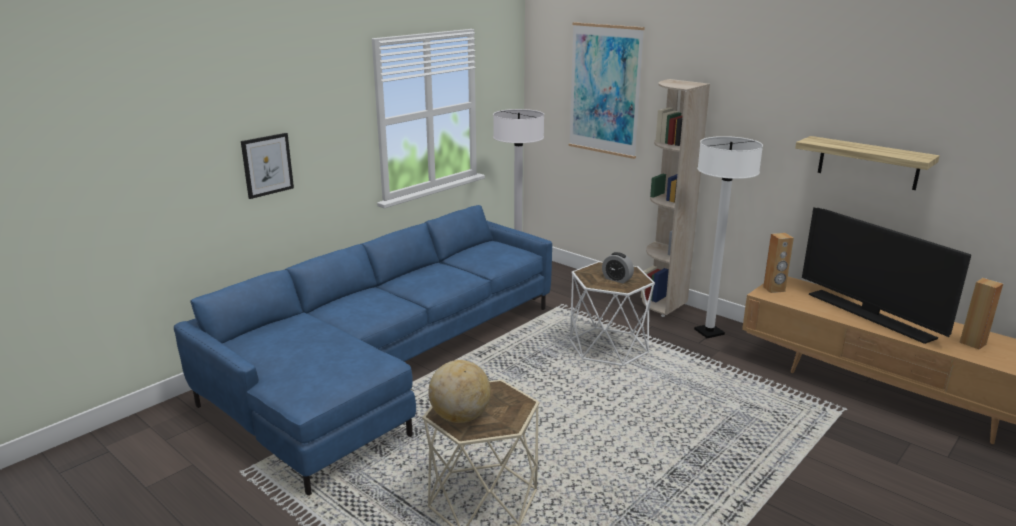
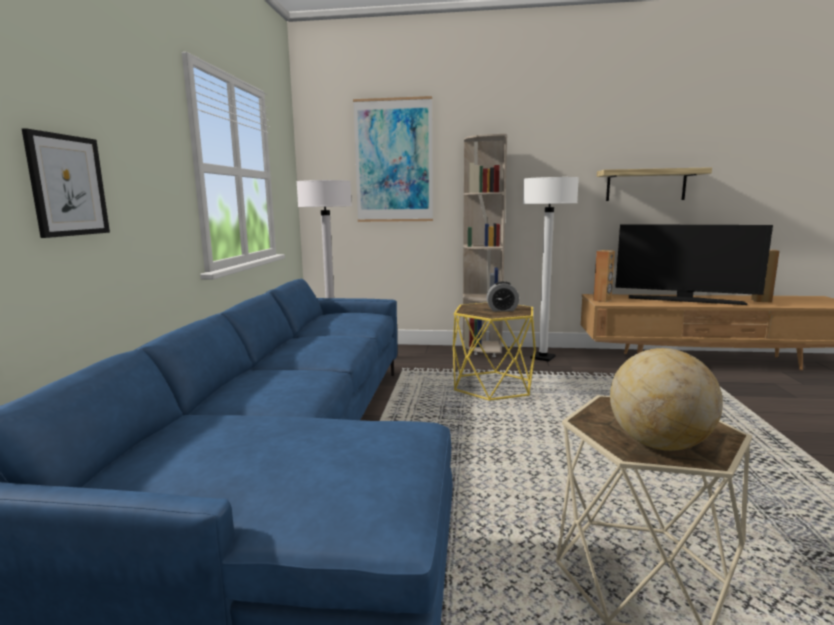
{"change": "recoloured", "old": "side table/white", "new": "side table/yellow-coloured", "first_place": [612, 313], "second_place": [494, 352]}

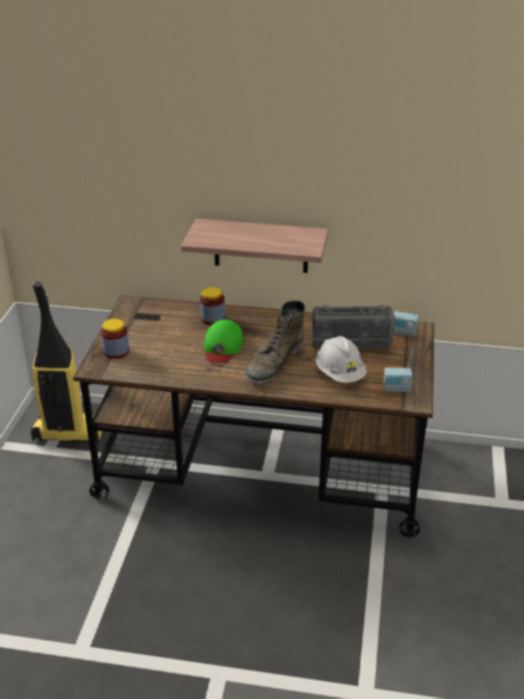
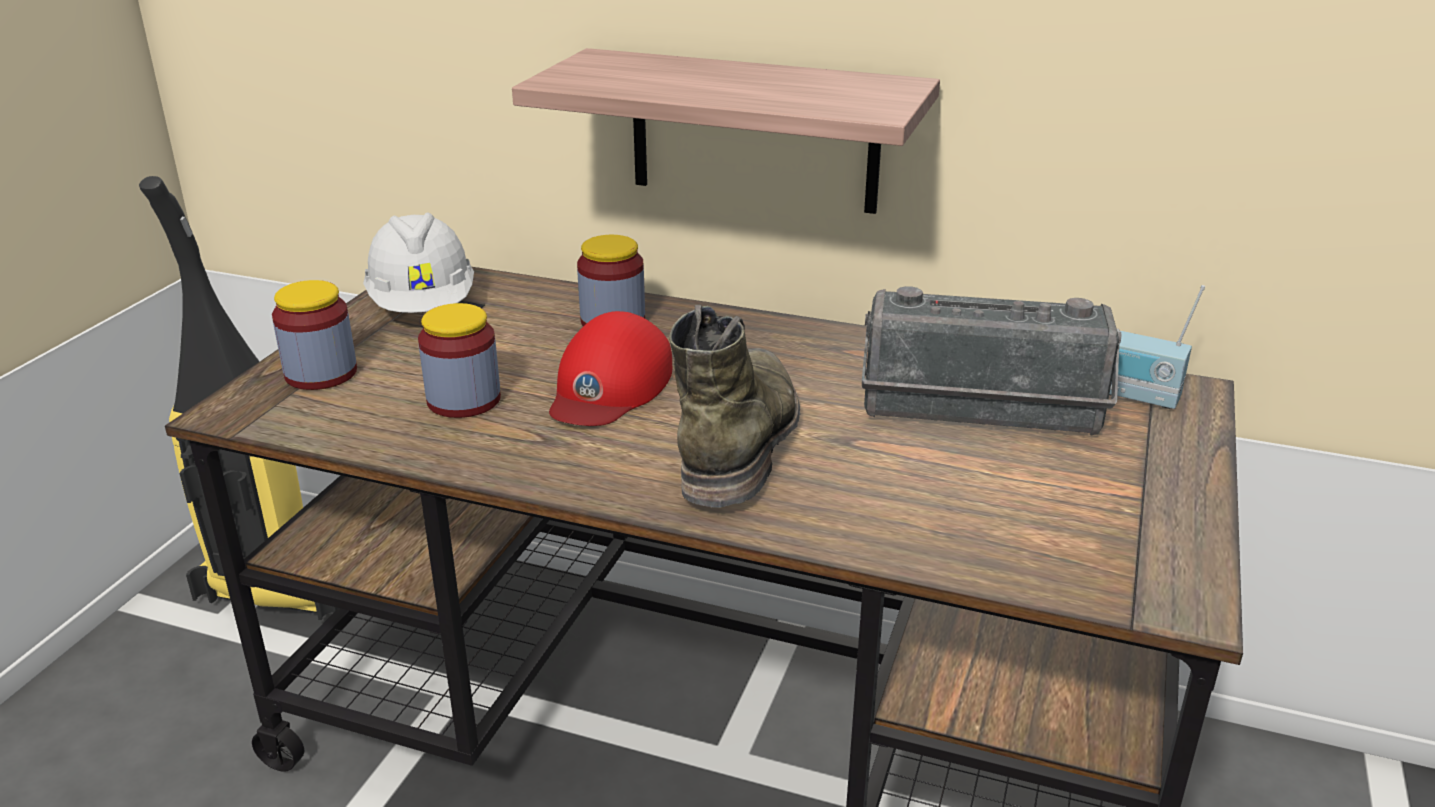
{"change": "moved", "old": "hard hat/white", "first_place": [341, 359], "second_place": [418, 262]}
{"change": "added", "new": "preserve jar", "second_place": [459, 360]}
{"change": "recoloured", "old": "peaked cap/green", "new": "peaked cap/reddish", "first_place": [223, 341], "second_place": [610, 368]}
{"change": "turned", "old": "boot/green", "first_place": [275, 342], "second_place": [734, 406], "degrees": 150}
{"change": "removed", "old": "radio set", "first_place": [398, 370]}

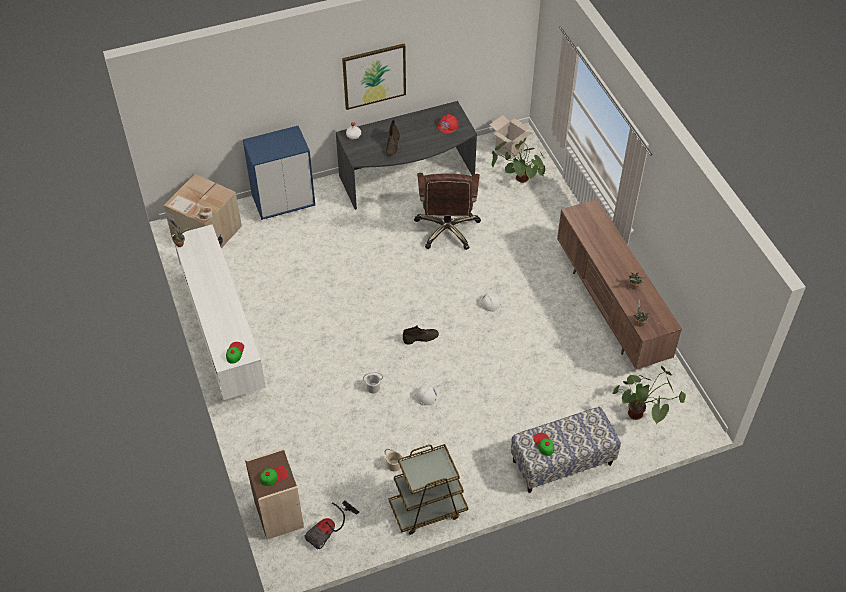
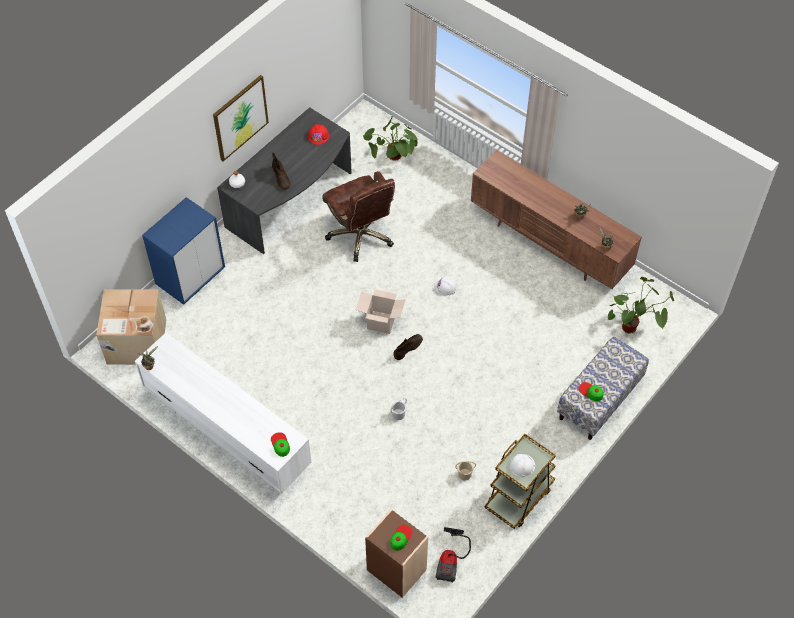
{"change": "moved", "old": "carton", "first_place": [511, 137], "second_place": [380, 311]}
{"change": "moved", "old": "hard hat/white", "first_place": [427, 395], "second_place": [522, 466]}

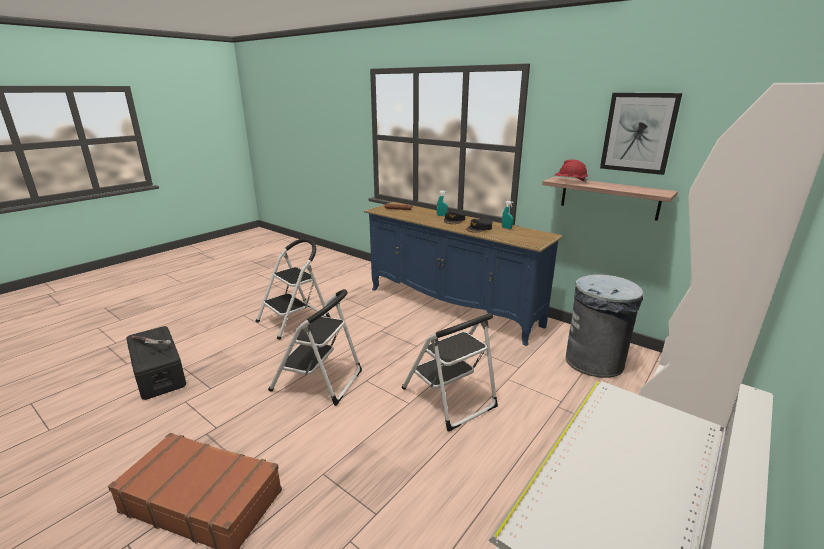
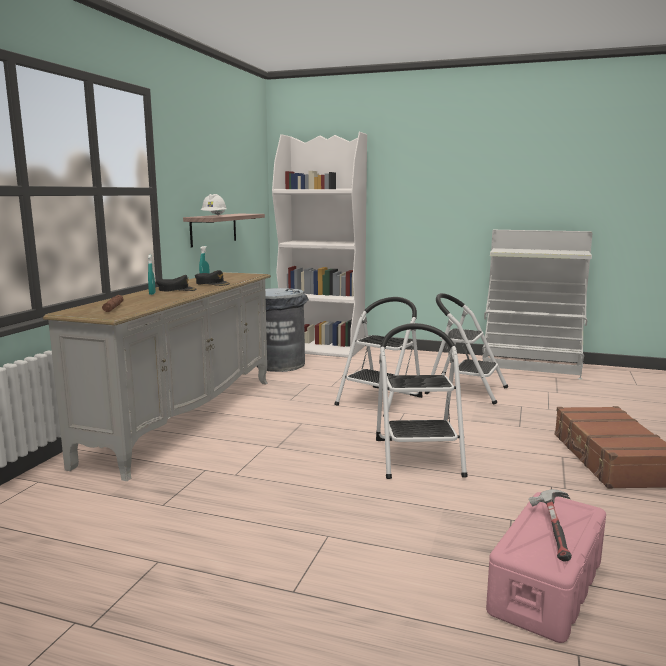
{"change": "recoloured", "old": "cabinet/bluish", "new": "cabinet/grey", "first_place": [463, 274], "second_place": [157, 376]}
{"change": "recoloured", "old": "hard hat/reddish", "new": "hard hat/white", "first_place": [571, 171], "second_place": [214, 205]}
{"change": "moved", "old": "step stool", "first_place": [293, 288], "second_place": [466, 348]}
{"change": "recoloured", "old": "storage container/blackish", "new": "storage container/pink", "first_place": [156, 363], "second_place": [546, 567]}
{"change": "removed", "old": "picture", "first_place": [641, 134]}

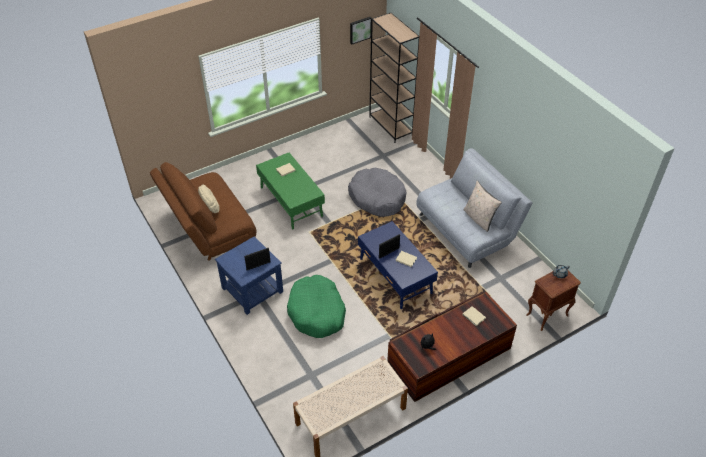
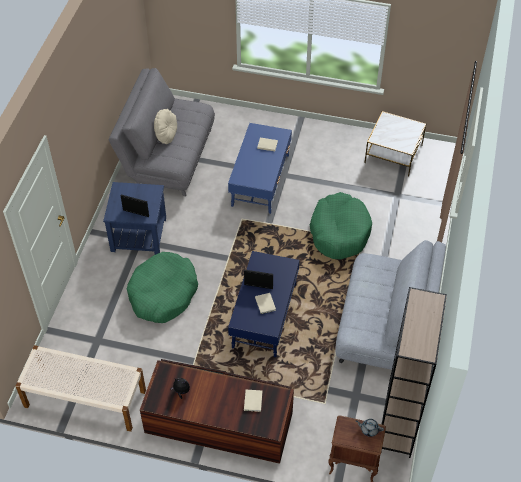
{"change": "recoloured", "old": "sofa/brown-coloured", "new": "sofa/grey", "first_place": [203, 211], "second_place": [162, 132]}
{"change": "recoloured", "old": "low table/green", "new": "low table/bluish", "first_place": [290, 191], "second_place": [260, 168]}
{"change": "recoloured", "old": "dog bed/grey", "new": "dog bed/green", "first_place": [377, 192], "second_place": [340, 225]}
{"change": "added", "new": "side table", "second_place": [395, 143]}
{"change": "moved", "old": "shelving unit/beige", "first_place": [394, 78], "second_place": [414, 372]}
{"change": "removed", "old": "picture", "first_place": [361, 30]}
{"change": "removed", "old": "throw pillow/beige", "first_place": [482, 206]}

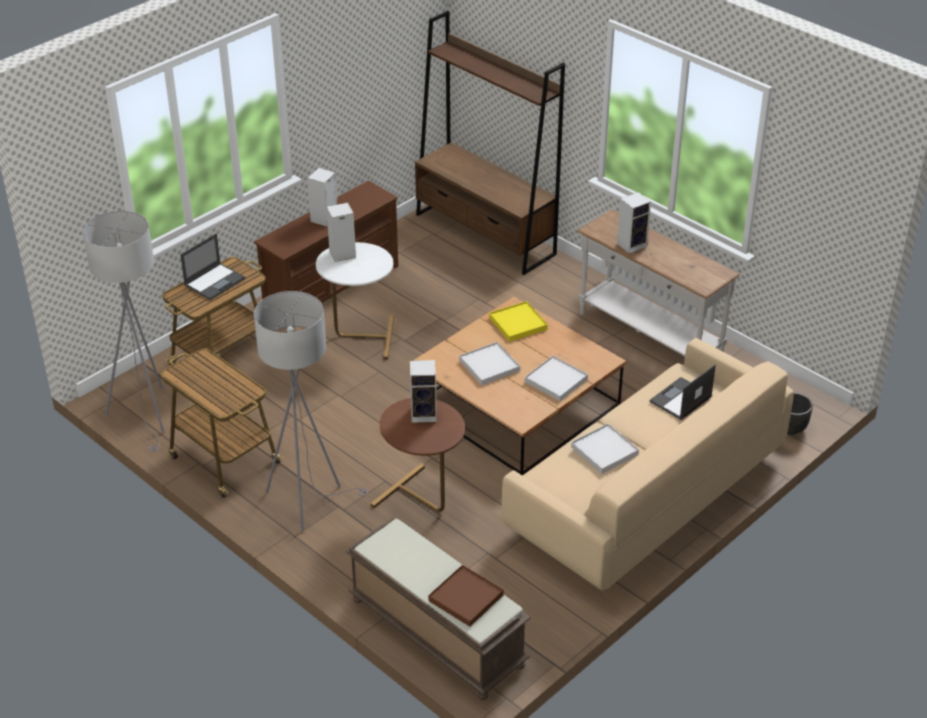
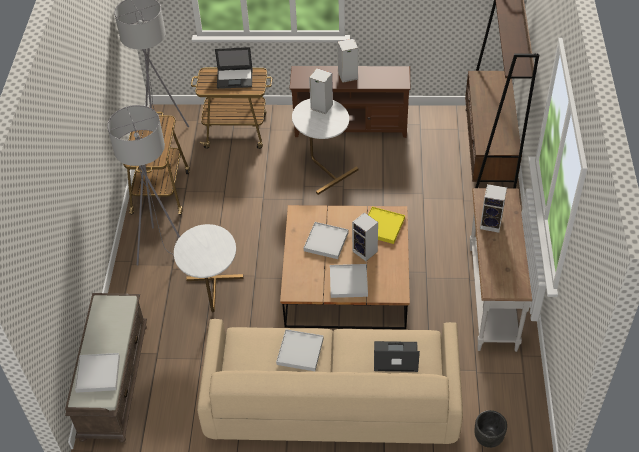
{"change": "recoloured", "old": "tray/brown-coloured", "new": "tray/white", "first_place": [466, 596], "second_place": [97, 373]}
{"change": "recoloured", "old": "side table/brown-coloured", "new": "side table/white", "first_place": [418, 455], "second_place": [208, 268]}
{"change": "moved", "old": "speaker", "first_place": [423, 391], "second_place": [365, 236]}

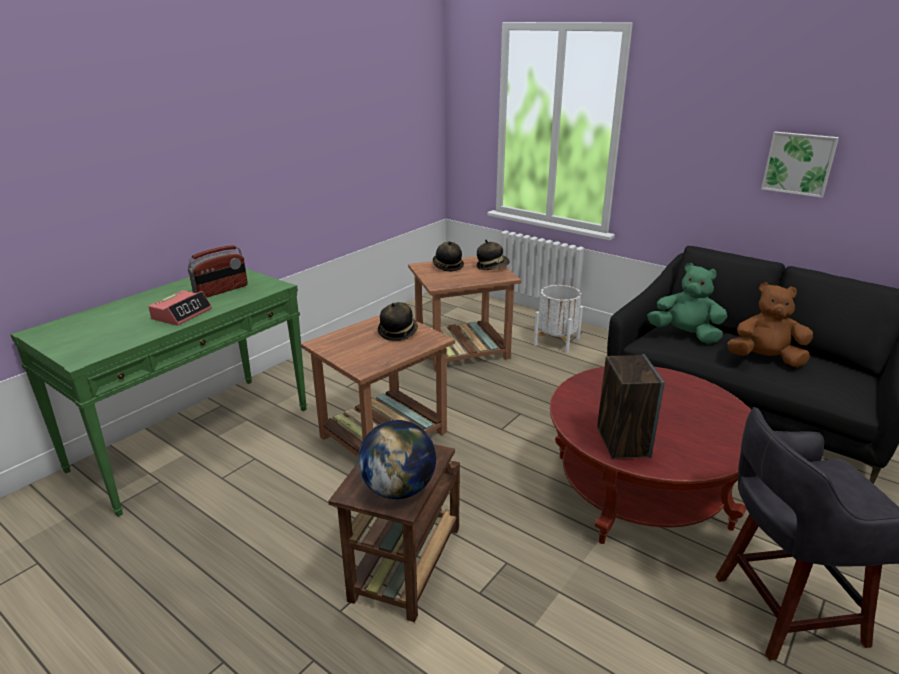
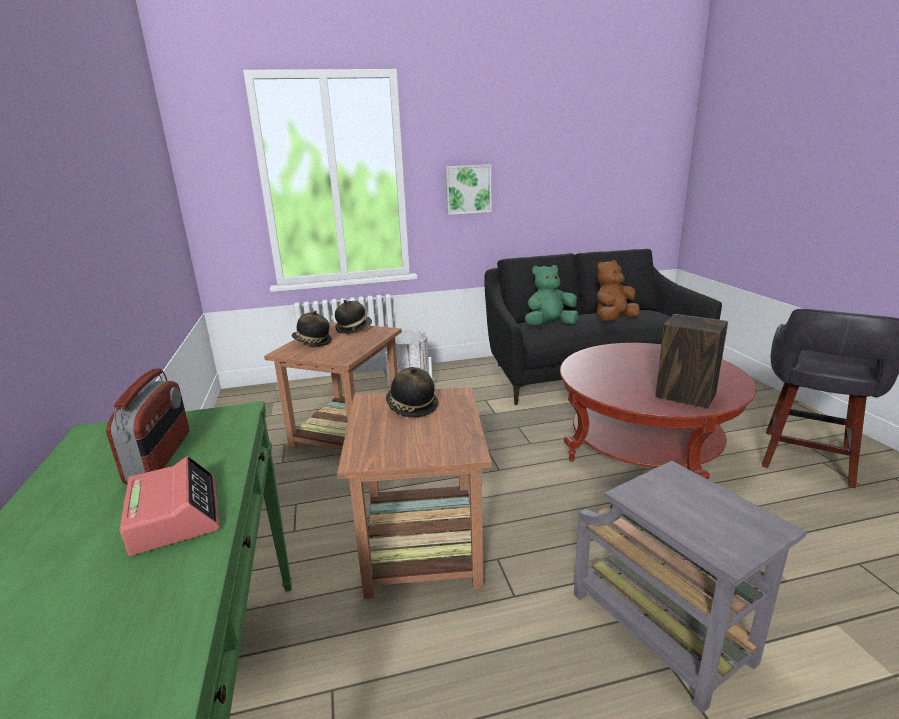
{"change": "moved", "old": "picture", "first_place": [800, 165], "second_place": [468, 189]}
{"change": "recoloured", "old": "side table/brown-coloured", "new": "side table/grey", "first_place": [394, 533], "second_place": [690, 587]}
{"change": "removed", "old": "globe", "first_place": [397, 459]}

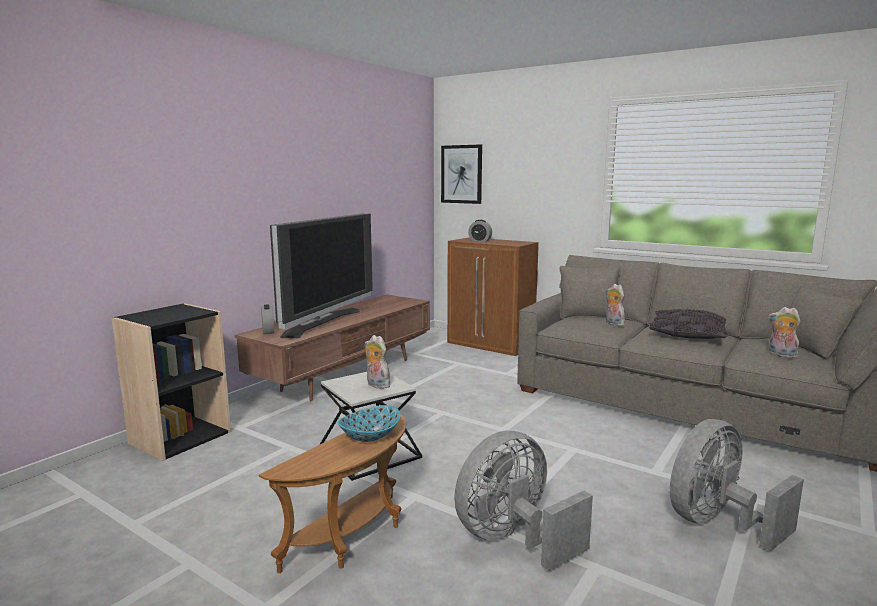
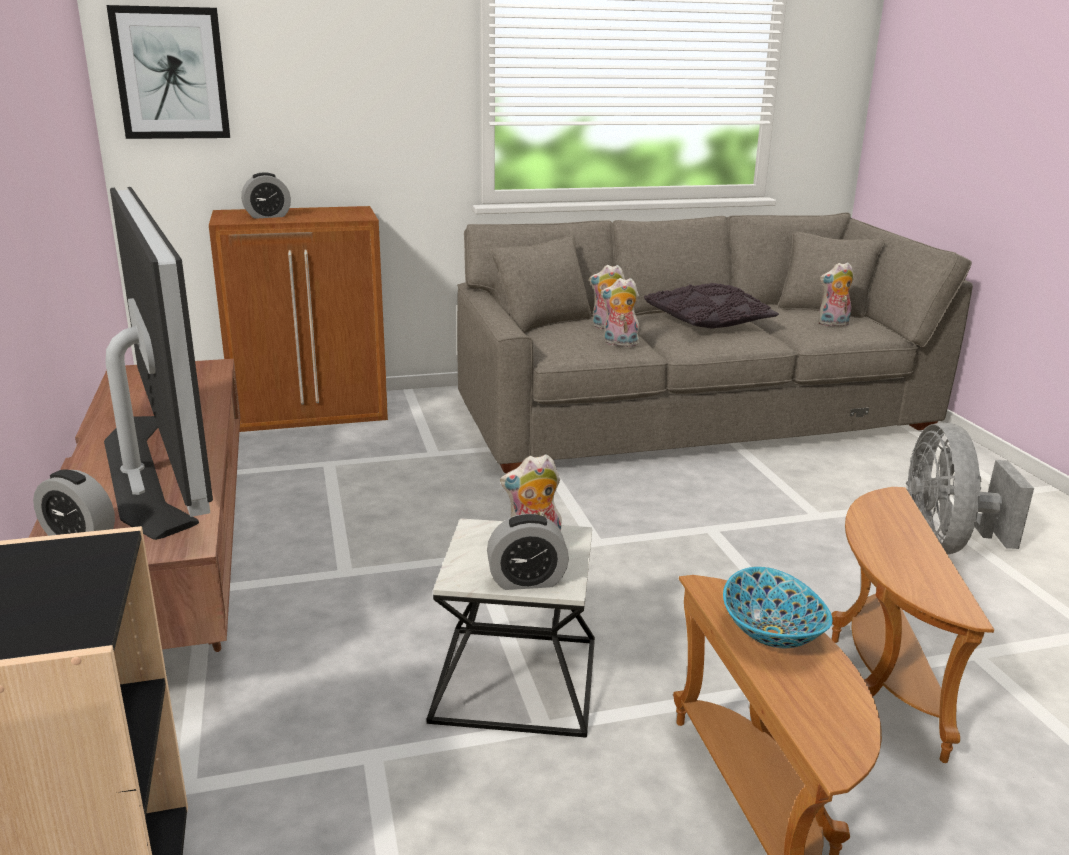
{"change": "added", "new": "alarm clock", "second_place": [528, 552]}
{"change": "added", "new": "plush toy", "second_place": [619, 312]}
{"change": "replaced", "old": "cooling fan/grey", "new": "side table/brown-coloured", "first_place": [523, 501], "second_place": [912, 625]}

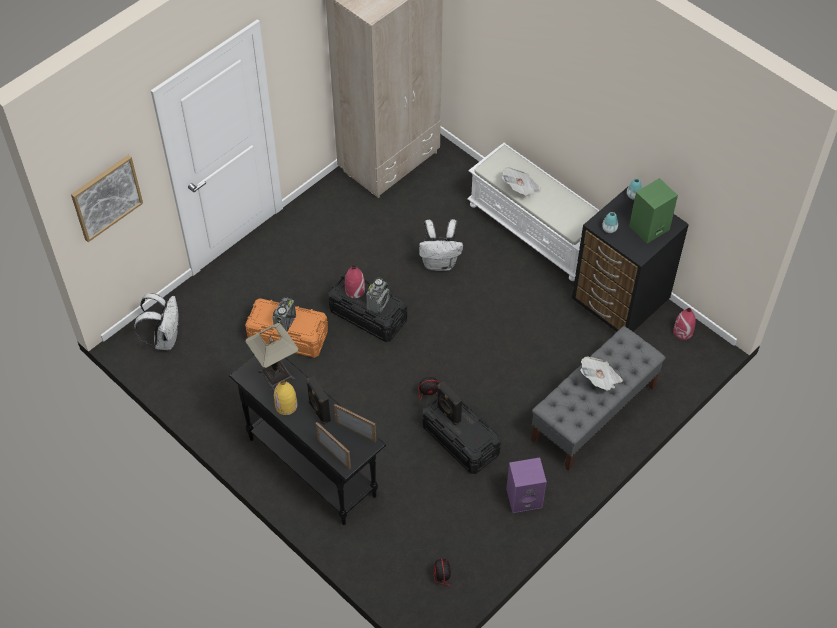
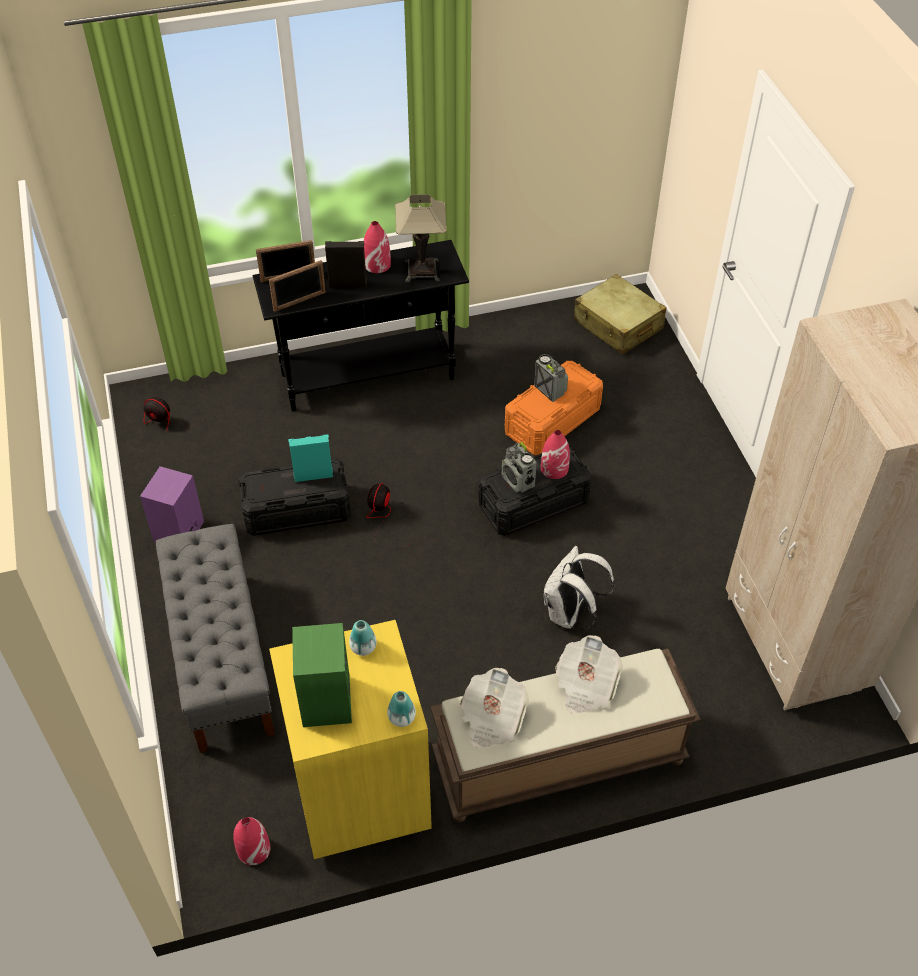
{"change": "recoloured", "old": "chest of drawers/blackish", "new": "chest of drawers/yellow-coloured", "first_place": [630, 259], "second_place": [350, 739]}
{"change": "recoloured", "old": "speaker/blackish", "new": "speaker/blue-green", "first_place": [449, 403], "second_place": [310, 458]}
{"change": "recoloured", "old": "decorative vase/yellow-coloured", "new": "decorative vase/reddish", "first_place": [286, 397], "second_place": [377, 247]}
{"change": "recoloured", "old": "indoor bench/white", "new": "indoor bench/brown-coloured", "first_place": [533, 212], "second_place": [565, 736]}
{"change": "moved", "old": "newspaper", "first_place": [601, 373], "second_place": [494, 708]}
{"change": "replaced", "old": "rucksack/white", "new": "travel case/beige", "first_place": [156, 321], "second_place": [620, 314]}
{"change": "removed", "old": "picture", "first_place": [107, 198]}

